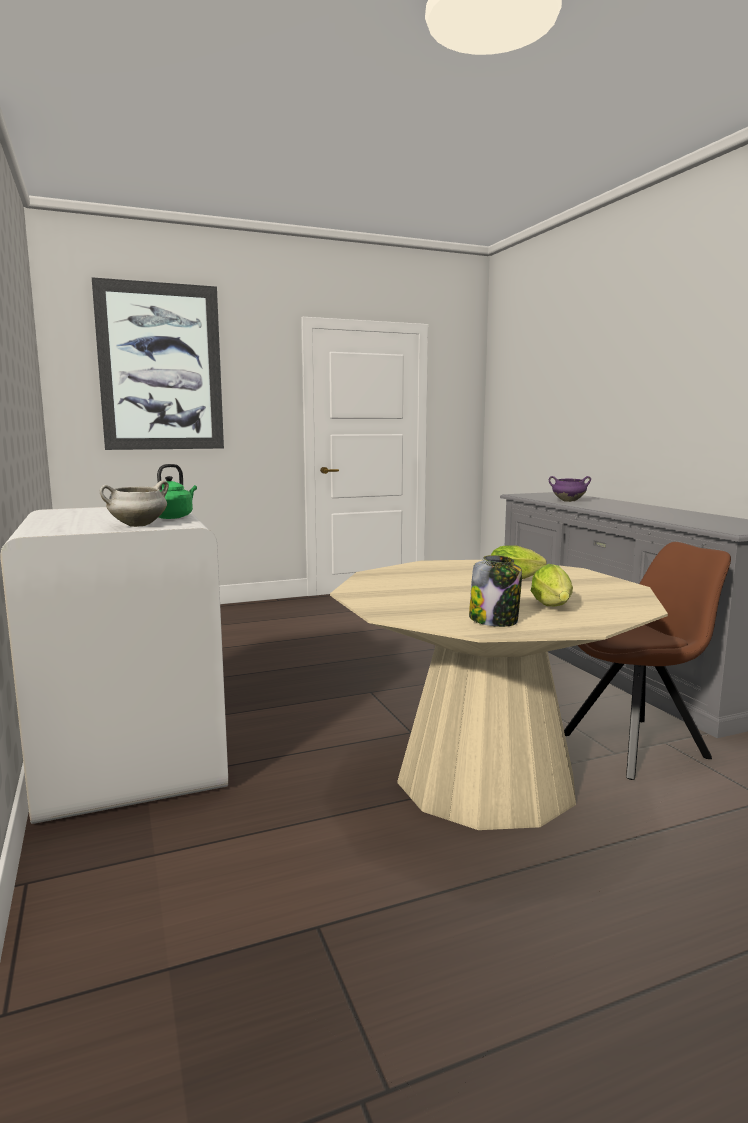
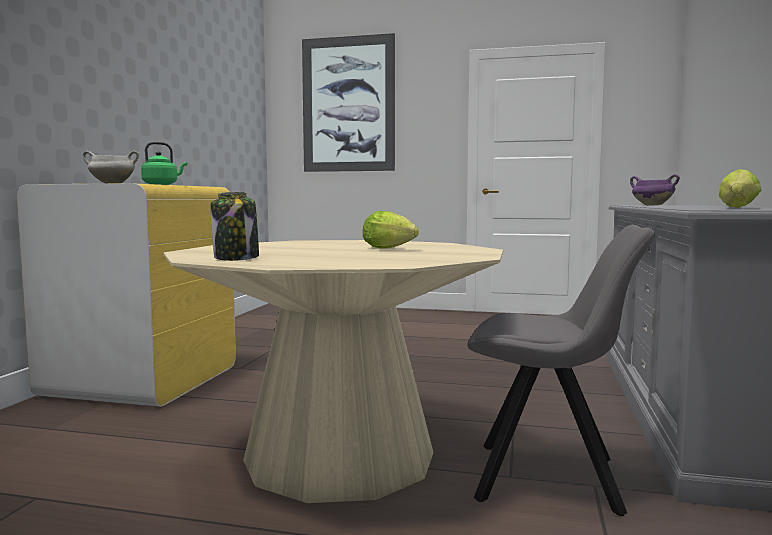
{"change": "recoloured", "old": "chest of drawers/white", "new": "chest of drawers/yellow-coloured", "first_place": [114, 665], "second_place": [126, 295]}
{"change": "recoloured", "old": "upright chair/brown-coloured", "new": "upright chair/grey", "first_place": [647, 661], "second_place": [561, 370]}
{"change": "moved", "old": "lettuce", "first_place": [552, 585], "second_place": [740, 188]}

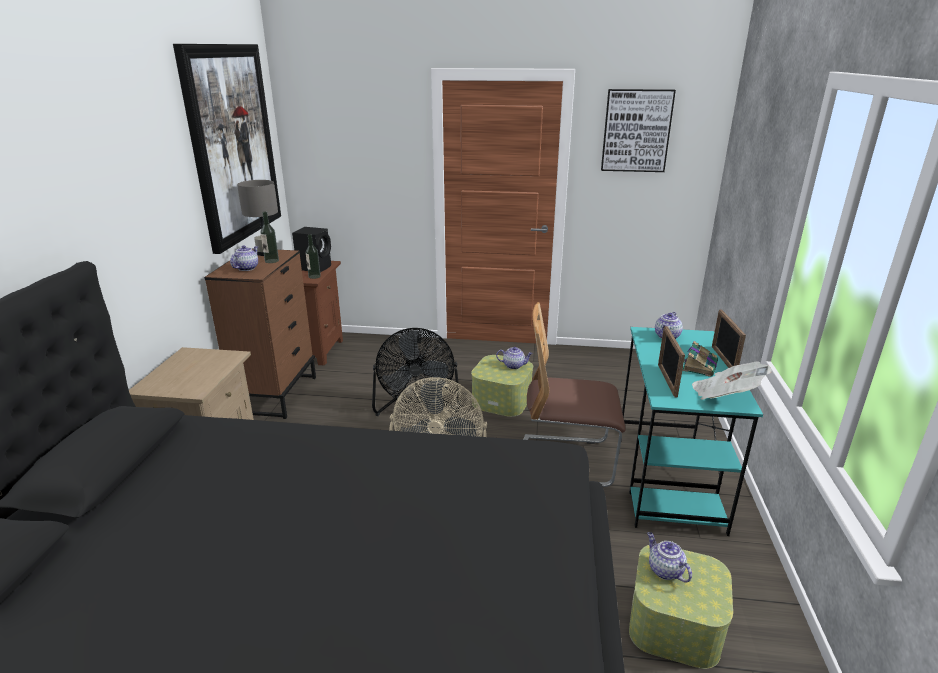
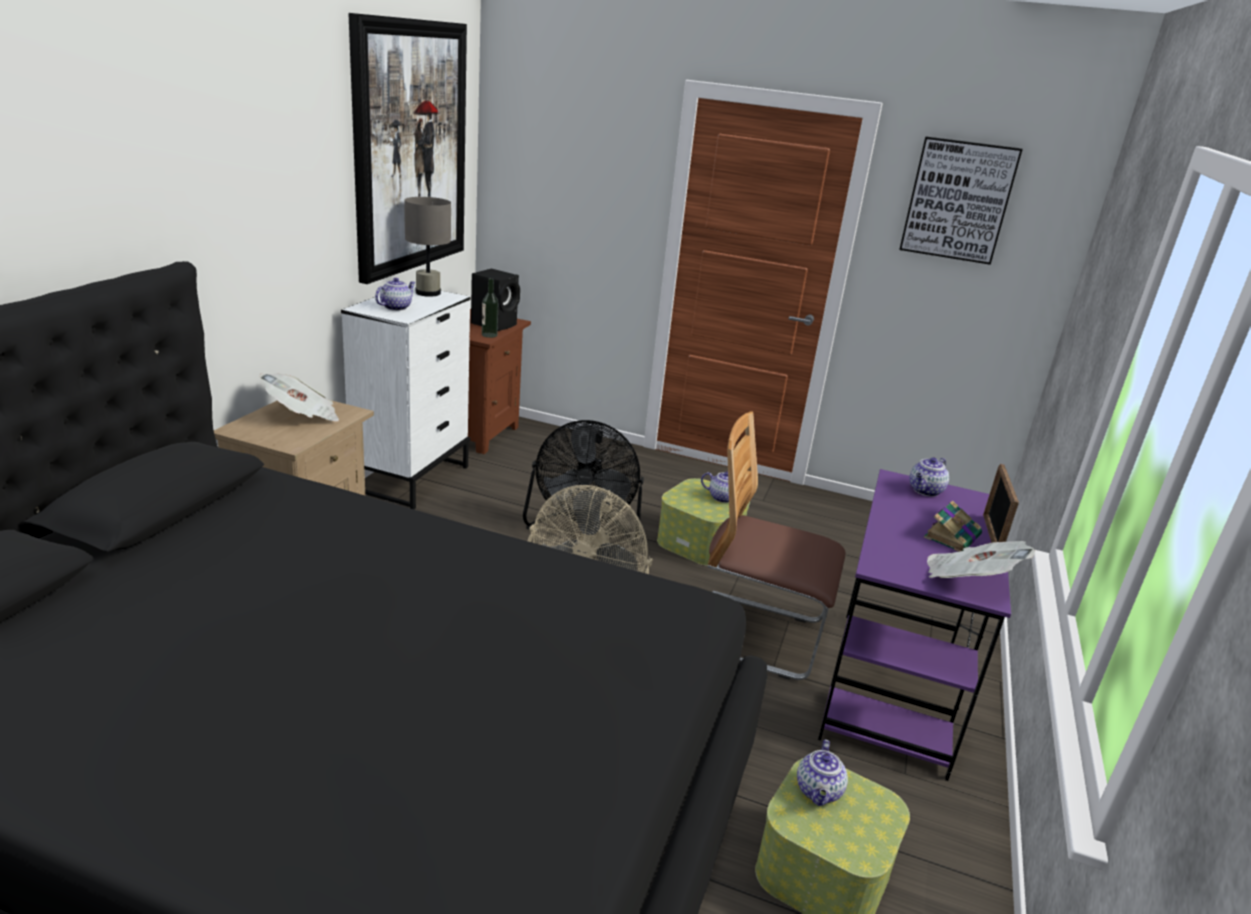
{"change": "added", "new": "newspaper", "second_place": [299, 397]}
{"change": "recoloured", "old": "chest of drawers/brown-coloured", "new": "chest of drawers/white", "first_place": [260, 334], "second_place": [406, 396]}
{"change": "turned", "old": "teapot", "first_place": [669, 557], "second_place": [822, 773], "degrees": -150}
{"change": "recoloured", "old": "desk/blue-green", "new": "desk/purplish", "first_place": [692, 431], "second_place": [914, 625]}
{"change": "removed", "old": "drink bottle", "first_place": [270, 237]}
{"change": "removed", "old": "photo frame", "first_place": [671, 362]}

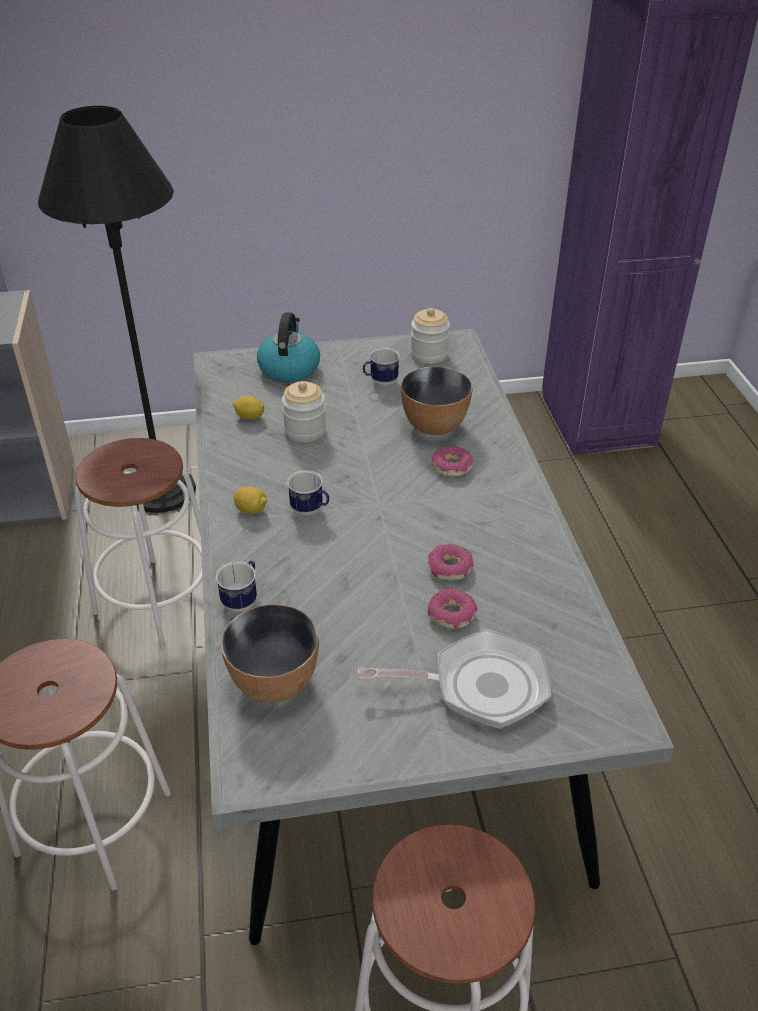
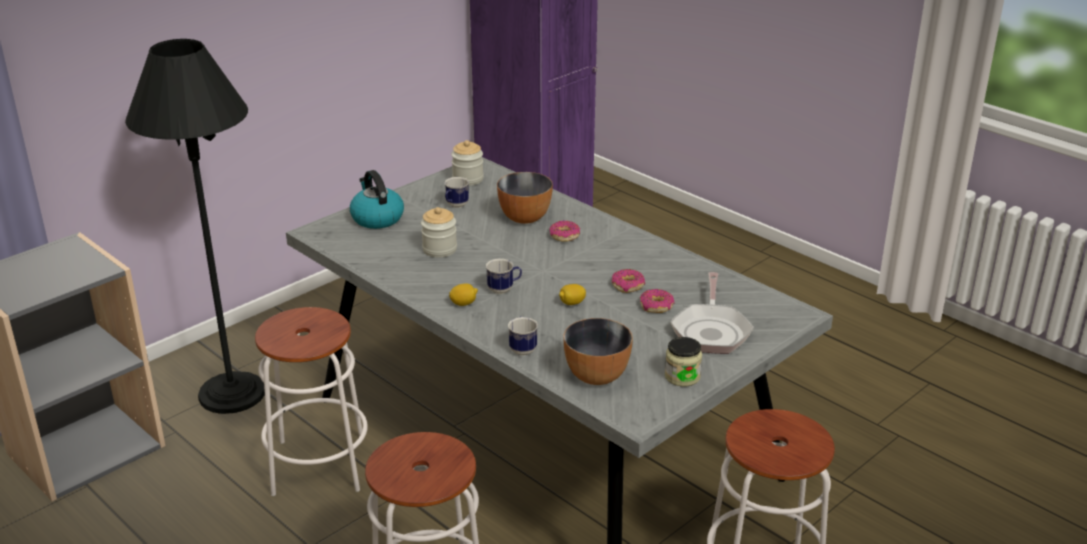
{"change": "moved", "old": "whole lemon", "first_place": [248, 408], "second_place": [572, 294]}
{"change": "added", "new": "preserve jar", "second_place": [683, 362]}
{"change": "turned", "old": "pan", "first_place": [454, 679], "second_place": [712, 313], "degrees": 135}

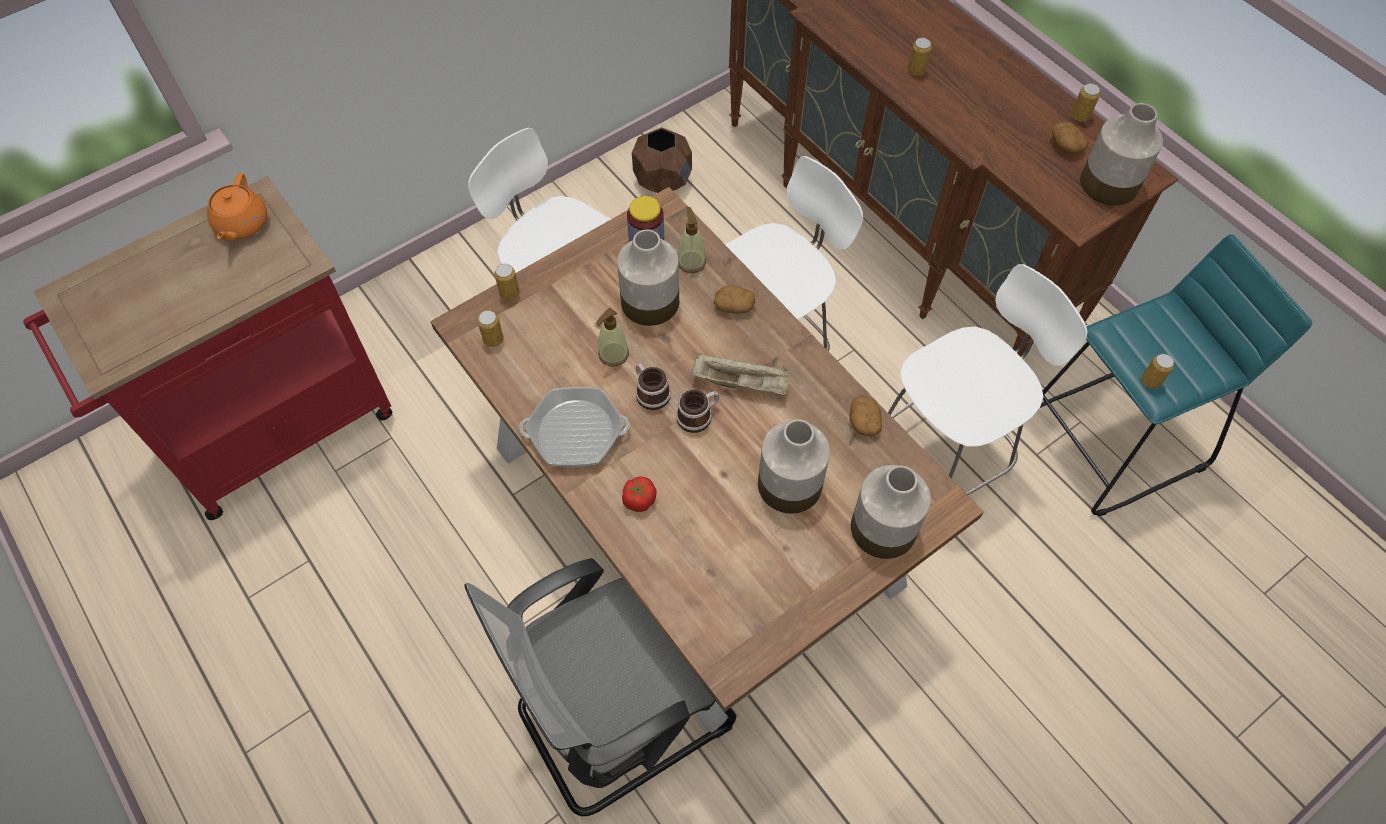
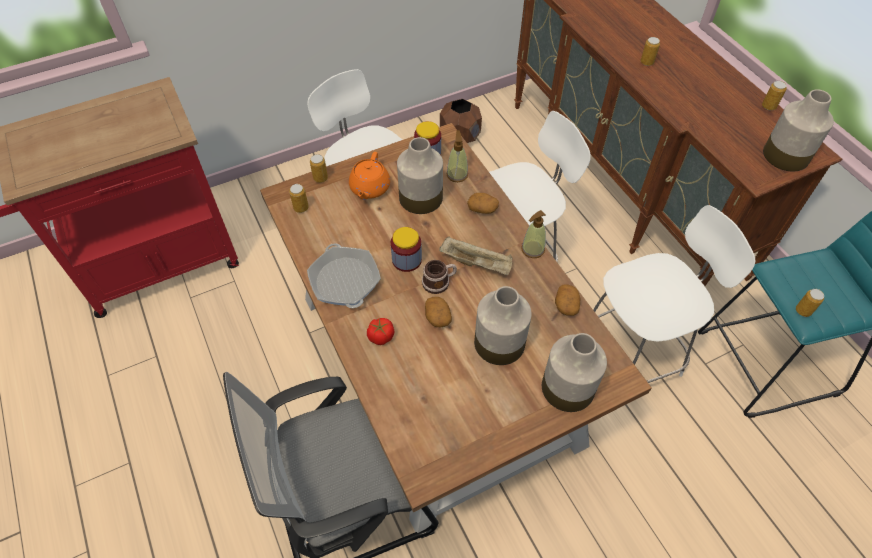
{"change": "turned", "old": "pan", "first_place": [574, 427], "second_place": [344, 275], "degrees": -120}
{"change": "moved", "old": "teapot/orange-coloured", "first_place": [237, 207], "second_place": [369, 176]}
{"change": "replaced", "old": "tea mug", "new": "preserve jar", "first_place": [653, 386], "second_place": [406, 249]}
{"change": "moved", "old": "whole potato", "first_place": [1070, 138], "second_place": [438, 312]}
{"change": "moved", "old": "liquid soap bottle", "first_place": [612, 337], "second_place": [533, 234]}

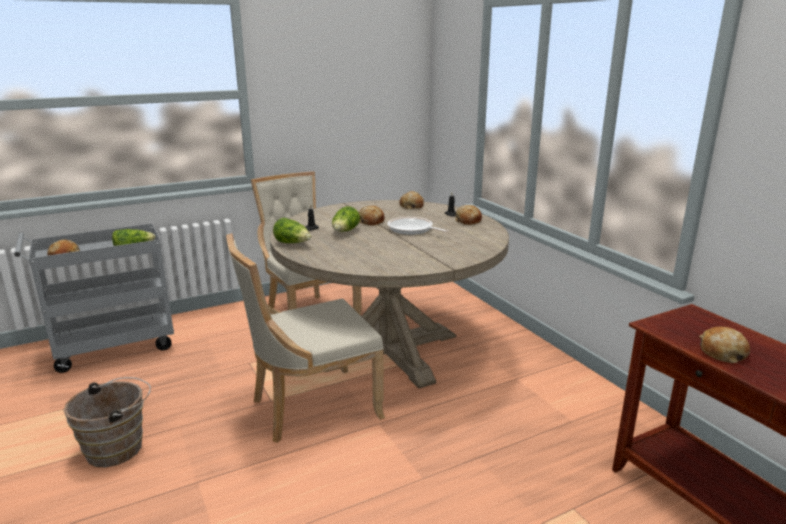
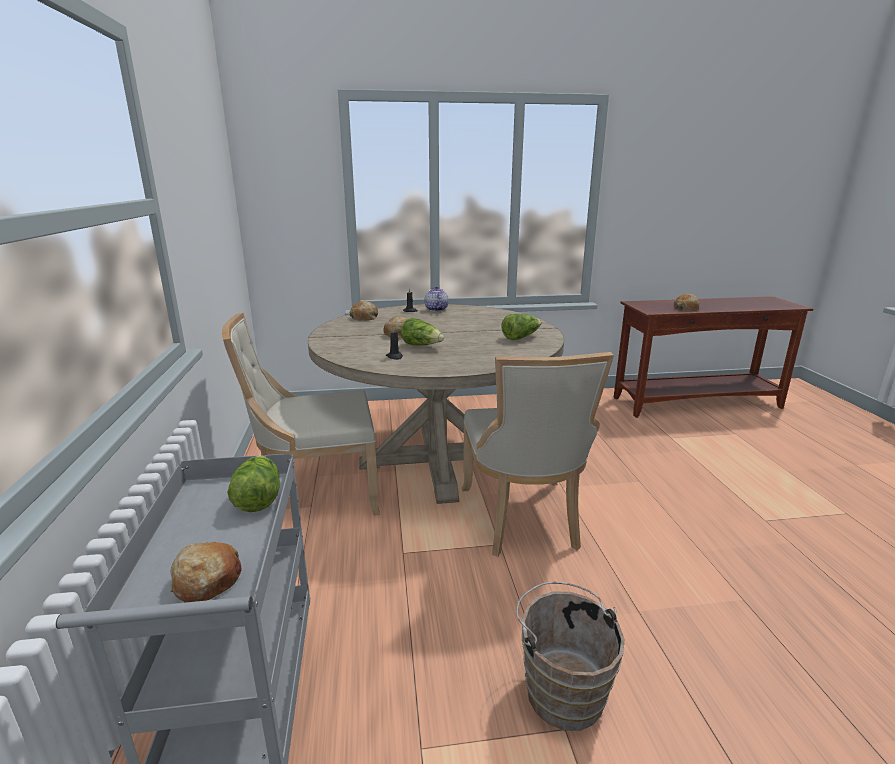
{"change": "replaced", "old": "bread", "new": "teapot", "first_place": [468, 215], "second_place": [437, 298]}
{"change": "moved", "old": "lettuce", "first_place": [292, 230], "second_place": [521, 327]}
{"change": "removed", "old": "pan", "first_place": [418, 226]}

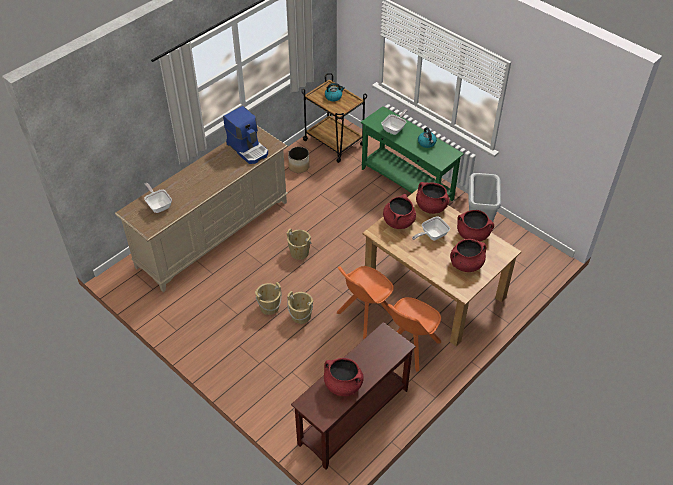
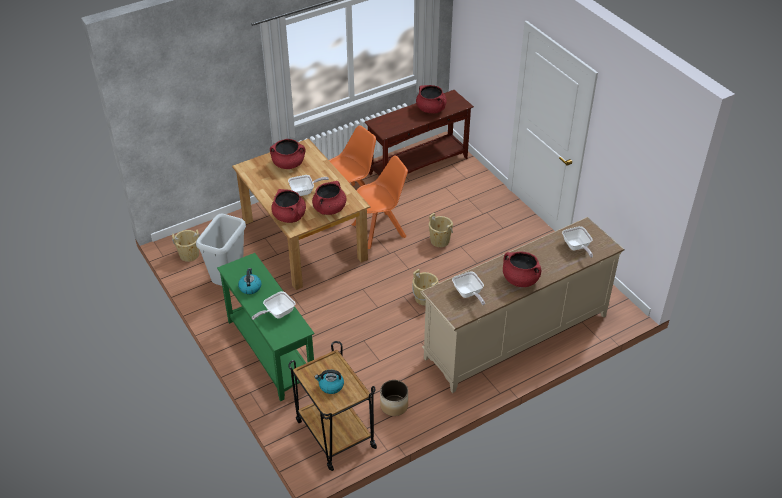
{"change": "moved", "old": "bucket/beige", "first_place": [268, 298], "second_place": [186, 246]}
{"change": "replaced", "old": "coffee brewer", "new": "pan", "first_place": [245, 135], "second_place": [468, 288]}
{"change": "moved", "old": "stockpot/reddish", "first_place": [475, 226], "second_place": [522, 269]}

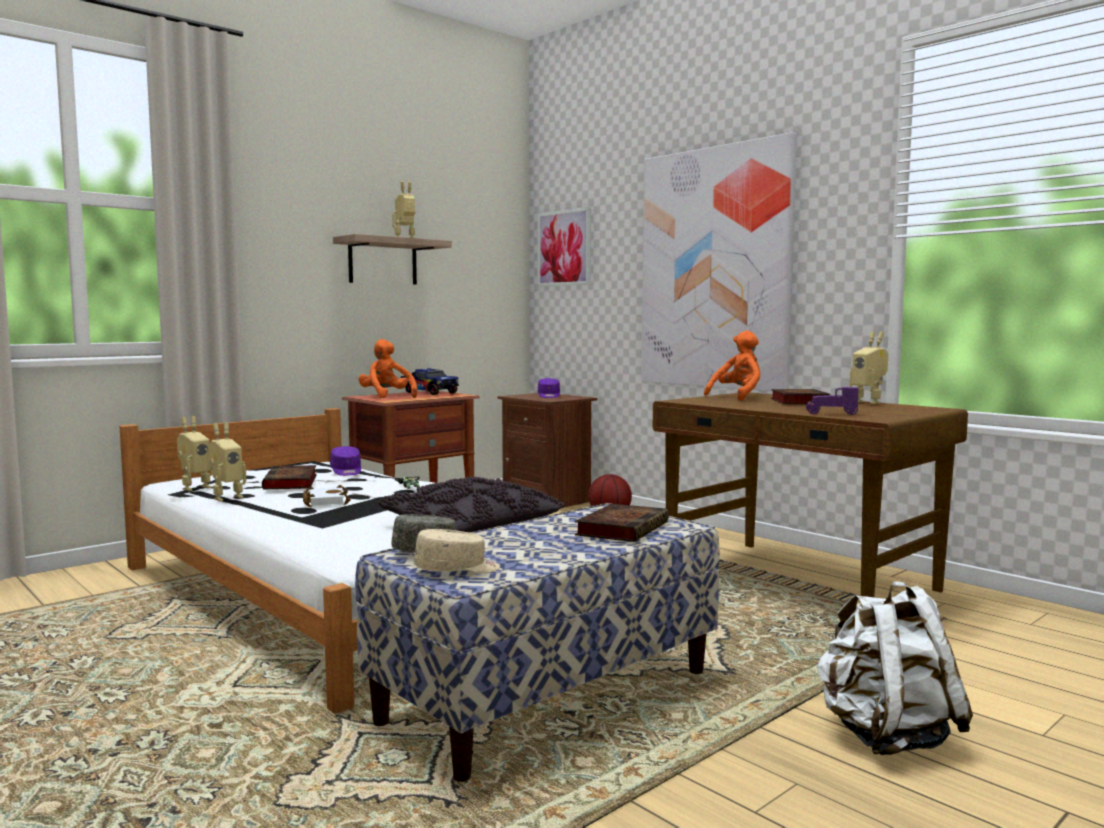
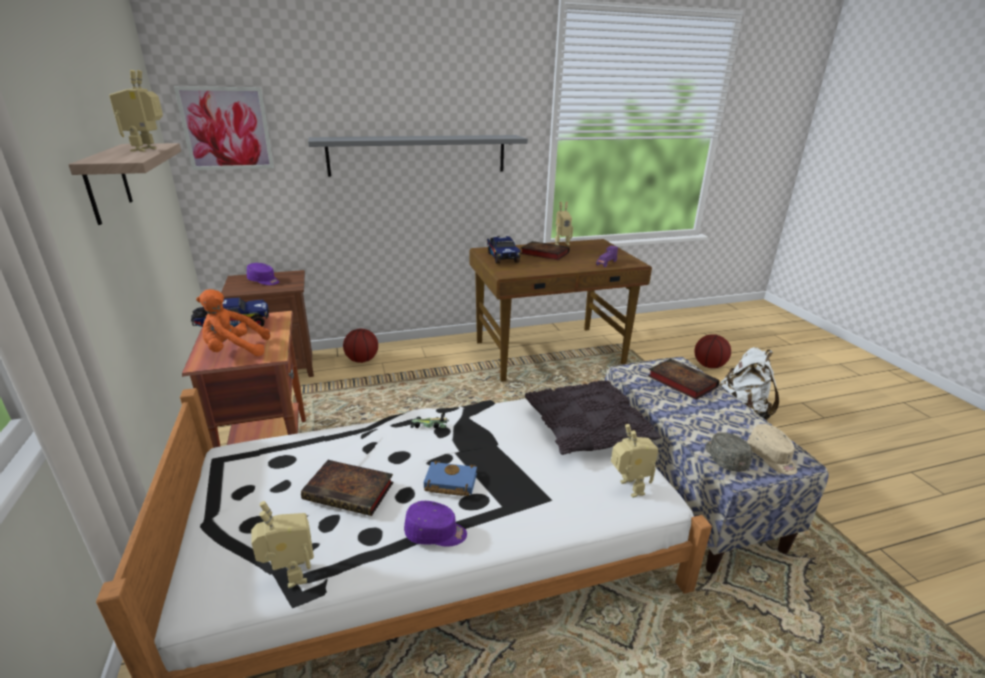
{"change": "replaced", "old": "picture", "new": "bracket shelf/grey", "first_place": [719, 261], "second_place": [418, 156]}
{"change": "moved", "old": "peaked cap/purplish", "first_place": [345, 461], "second_place": [435, 524]}
{"change": "recoloured", "old": "volume/white", "new": "volume/bluish", "first_place": [327, 496], "second_place": [450, 478]}
{"change": "replaced", "old": "plush toy/orange-coloured", "new": "toy truck", "first_place": [732, 365], "second_place": [504, 250]}
{"change": "moved", "old": "toy robot", "first_place": [227, 461], "second_place": [634, 461]}
{"change": "added", "new": "basketball ball", "second_place": [712, 351]}
{"change": "turned", "old": "peaked cap/beige", "first_place": [457, 551], "second_place": [772, 449], "degrees": 150}

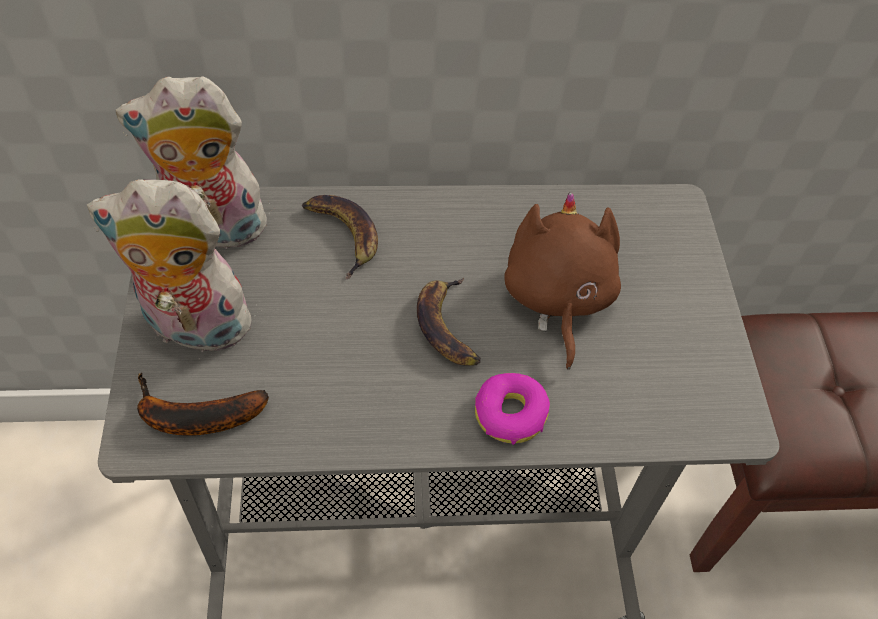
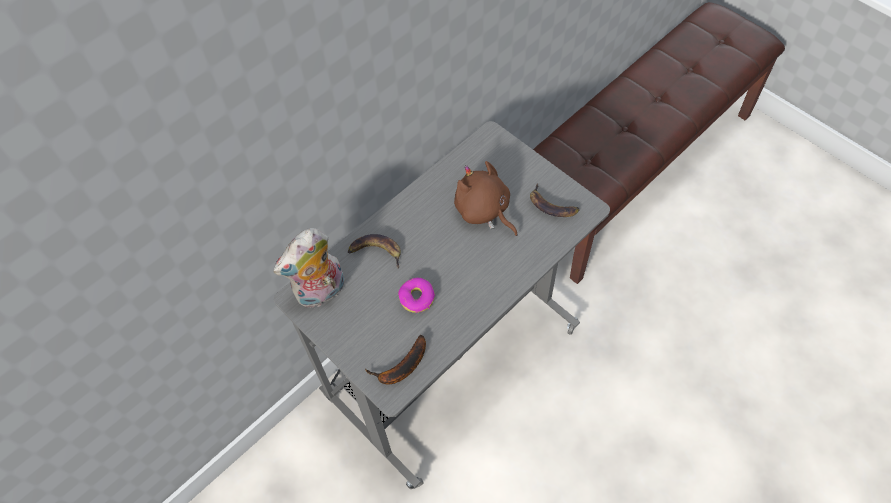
{"change": "moved", "old": "doughnut", "first_place": [512, 409], "second_place": [416, 295]}
{"change": "moved", "old": "banana", "first_place": [449, 322], "second_place": [555, 200]}
{"change": "removed", "old": "plush toy", "first_place": [174, 269]}

